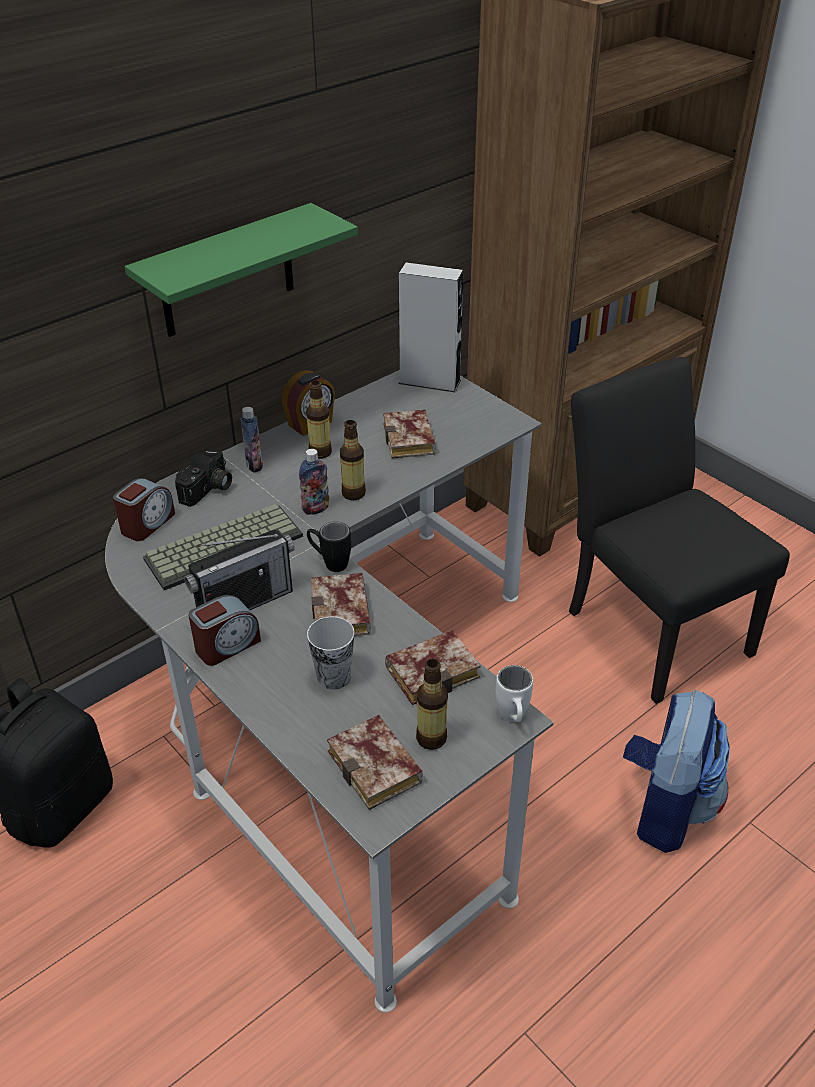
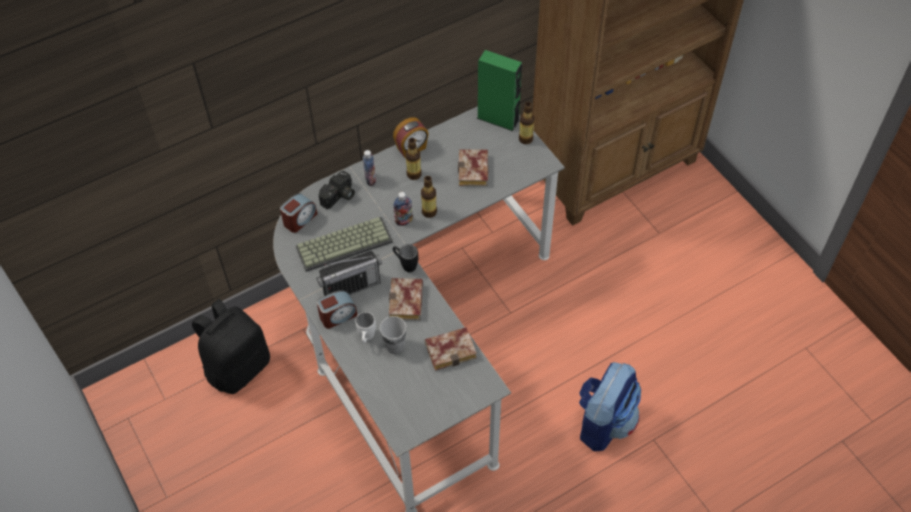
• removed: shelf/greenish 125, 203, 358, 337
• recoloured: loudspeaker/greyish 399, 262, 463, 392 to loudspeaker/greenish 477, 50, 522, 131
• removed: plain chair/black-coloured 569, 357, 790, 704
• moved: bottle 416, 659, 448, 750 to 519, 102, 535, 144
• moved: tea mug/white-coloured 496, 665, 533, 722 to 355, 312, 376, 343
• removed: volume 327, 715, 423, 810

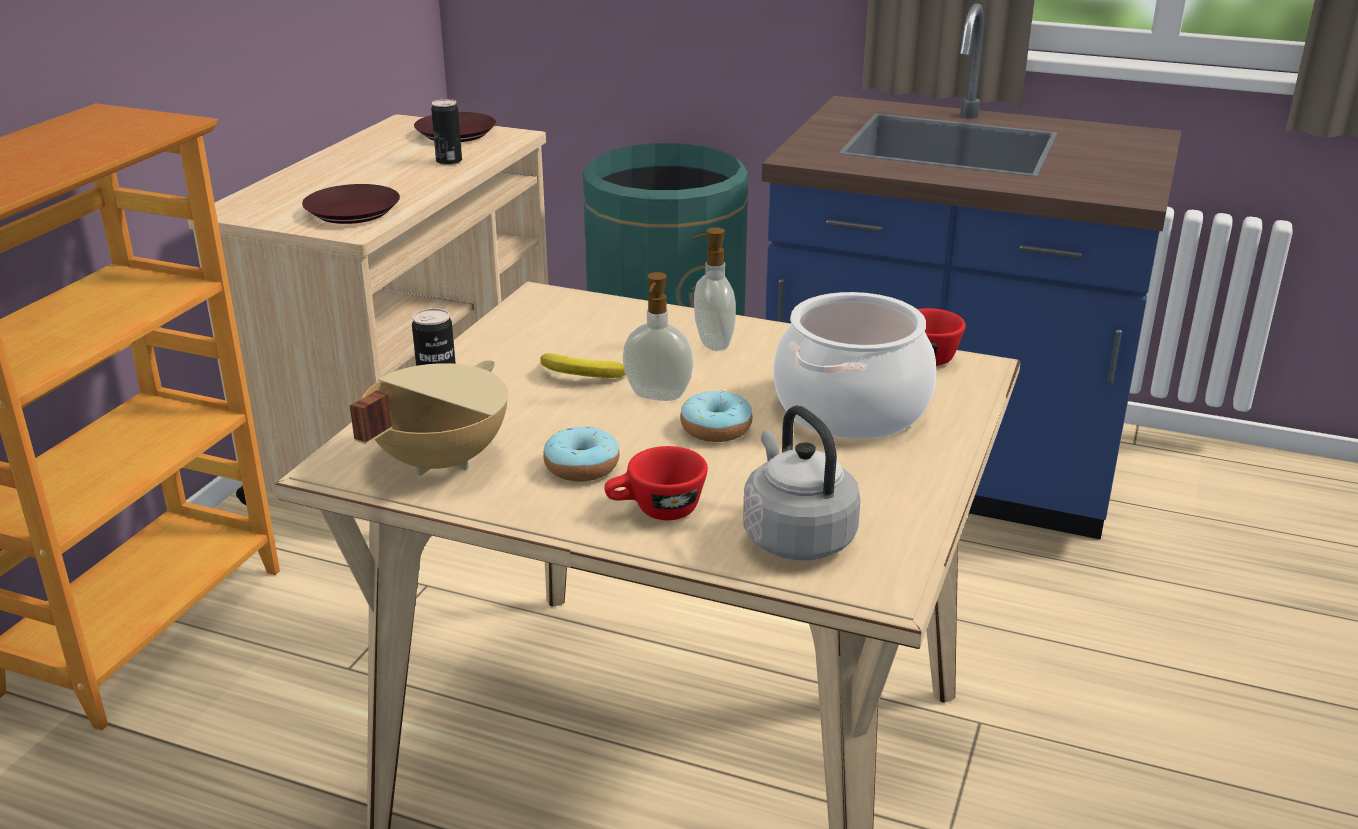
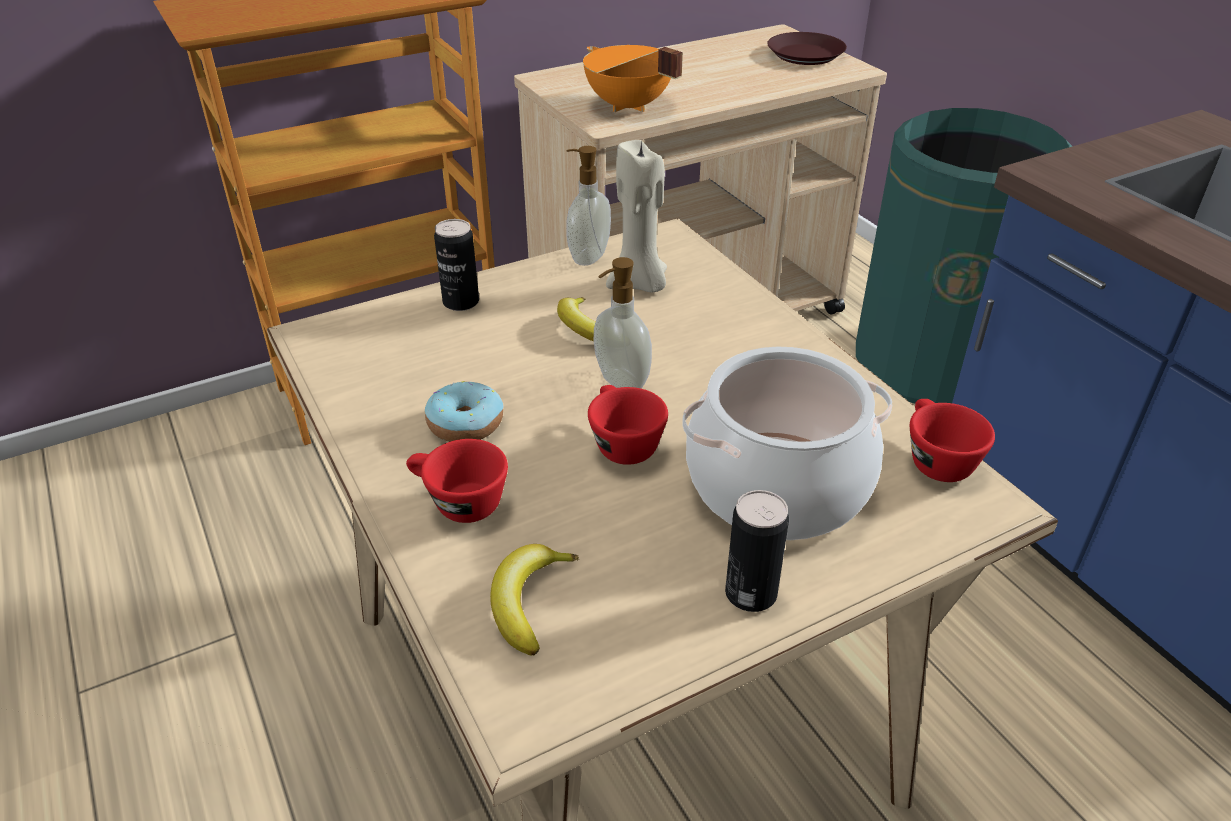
• moved: sealed can 431, 99, 462, 165 to 725, 490, 789, 612
• replaced: flat dish/brown-coloured 302, 184, 400, 224 to stockpot/orangey 583, 45, 683, 112
• moved: soap bottle 693, 227, 736, 351 to 566, 146, 611, 266
• removed: stockpot/sand-coloured 350, 360, 508, 476
• replaced: ring doughnut 680, 390, 752, 442 to drinking cup/reddish 588, 385, 668, 465
• replaced: water kettle/greyish 743, 406, 861, 560 to whole banana 490, 544, 579, 656
• added: candle/sand-coloured 606, 139, 667, 293

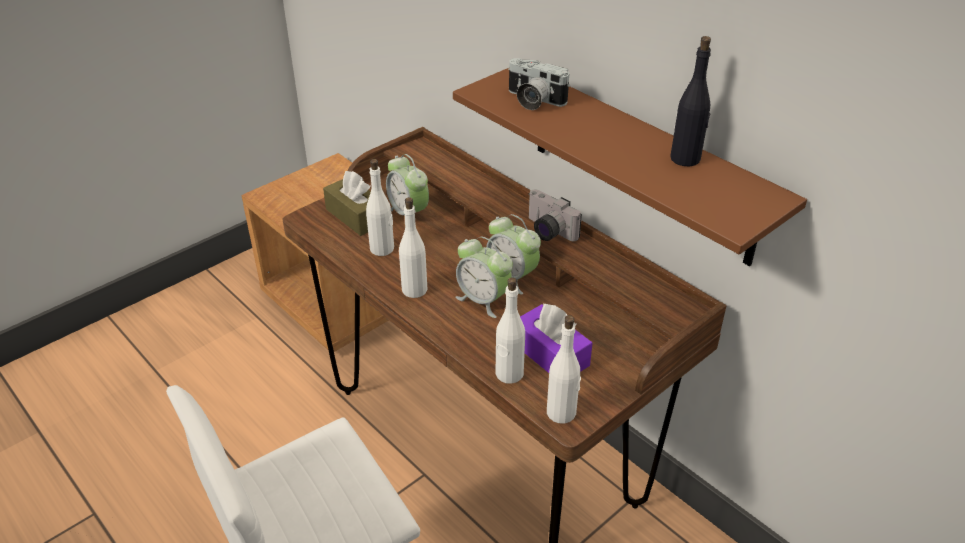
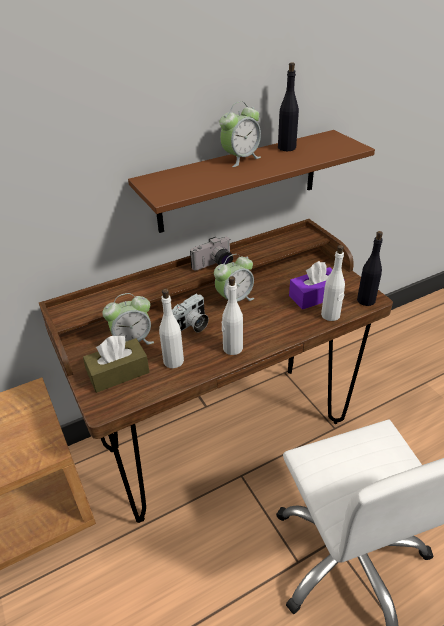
• moved: still camera 508, 58, 570, 110 to 172, 294, 209, 333
• moved: alarm clock 455, 236, 513, 318 to 220, 101, 261, 167
• recoloured: bottle/white-coloured 547, 315, 581, 424 to bottle/black-coloured 357, 231, 383, 306

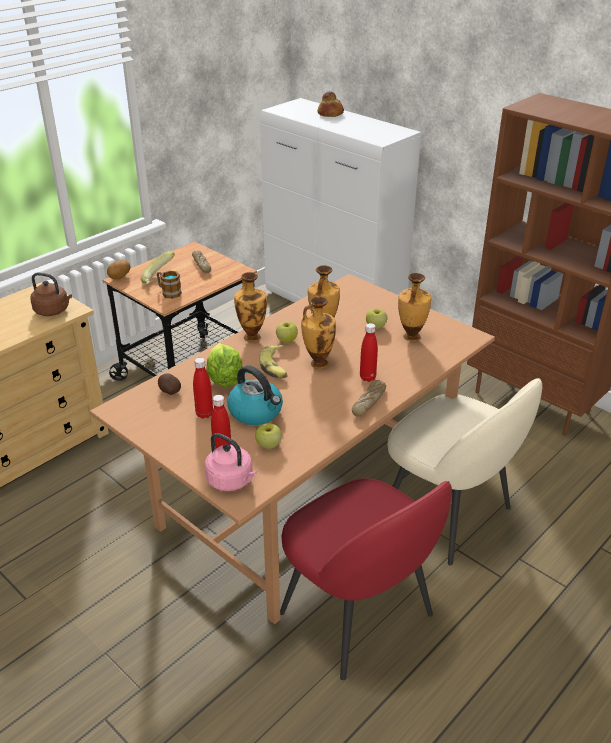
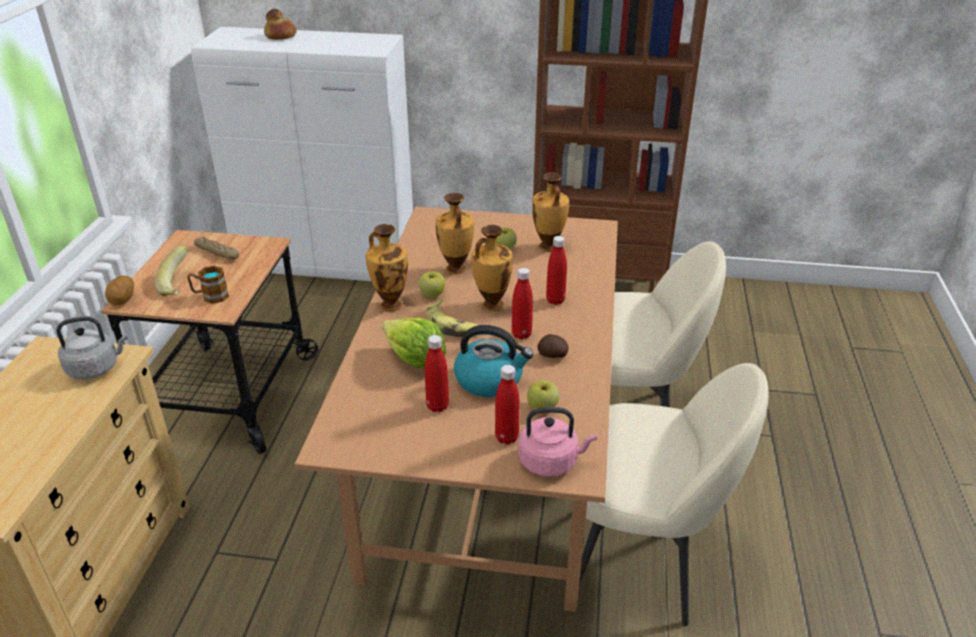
• recoloured: water kettle/brown-coloured 30, 272, 72, 316 to water kettle/greyish 56, 316, 128, 379
• moved: potato 158, 373, 181, 395 to 538, 334, 569, 358
• removed: baked bread 352, 380, 386, 416
• recoloured: plain chair/reddish 280, 478, 452, 680 to plain chair/sand-coloured 579, 363, 769, 626
• added: bottle/reddish 512, 268, 533, 339

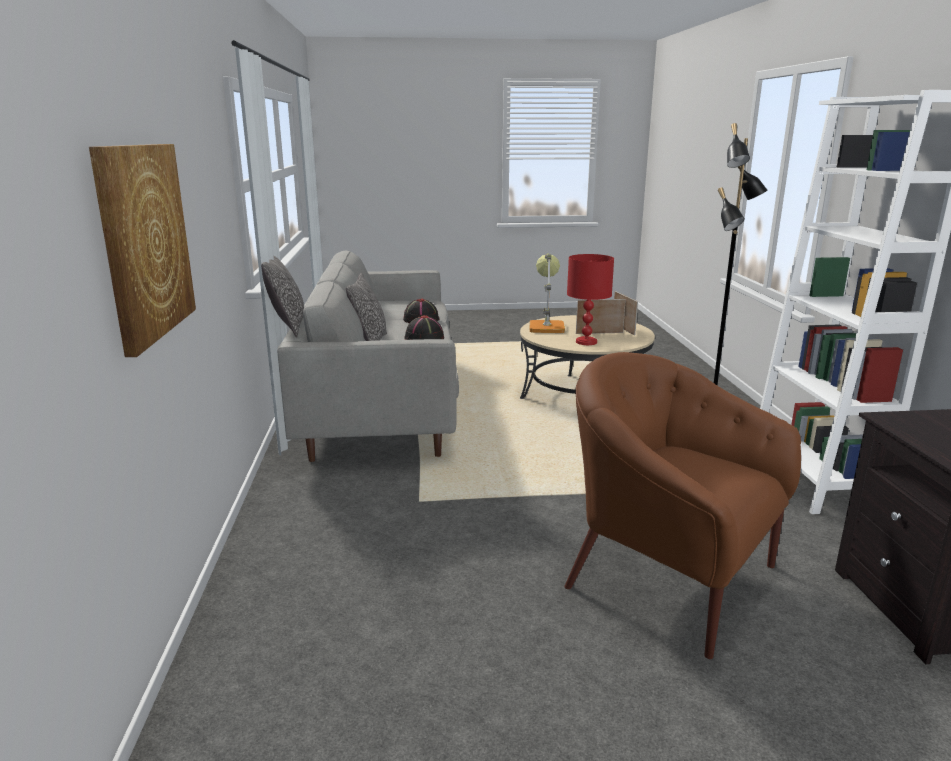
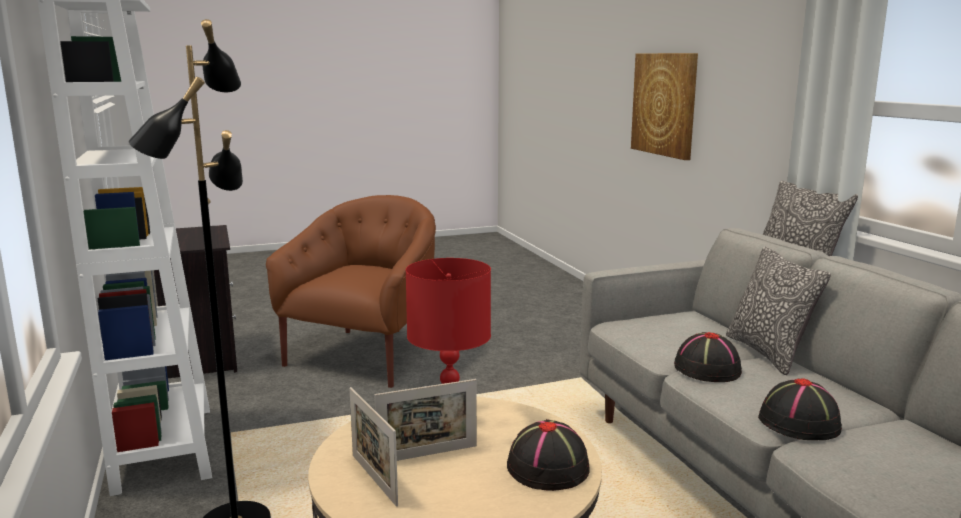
• replaced: lamp for a table 530, 254, 565, 333 to wearable hat/black-coloured 507, 419, 590, 491
• turned: easy chair/brown-coloured 564, 352, 801, 659 = 266, 195, 436, 388 90 degrees counterclockwise

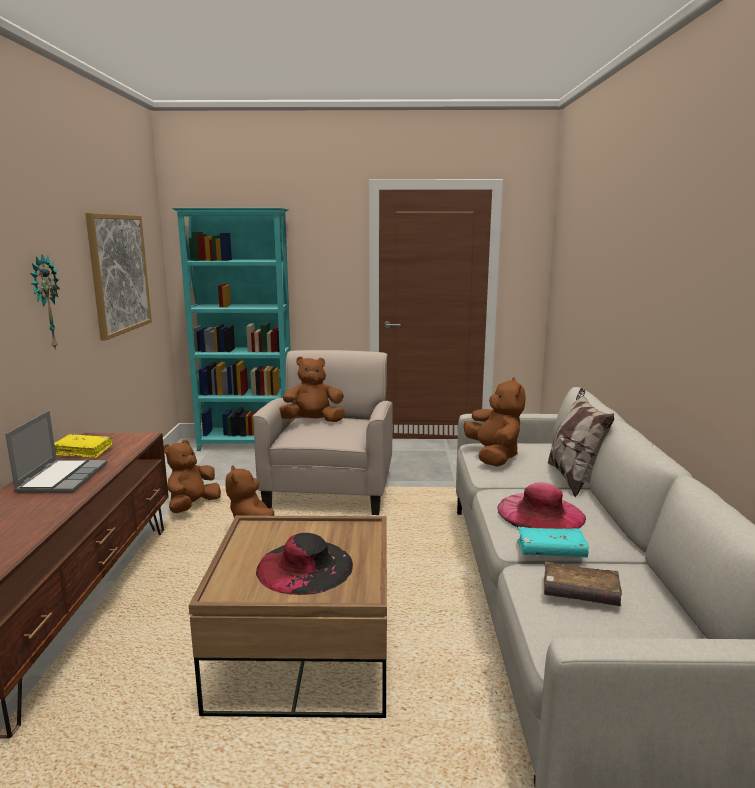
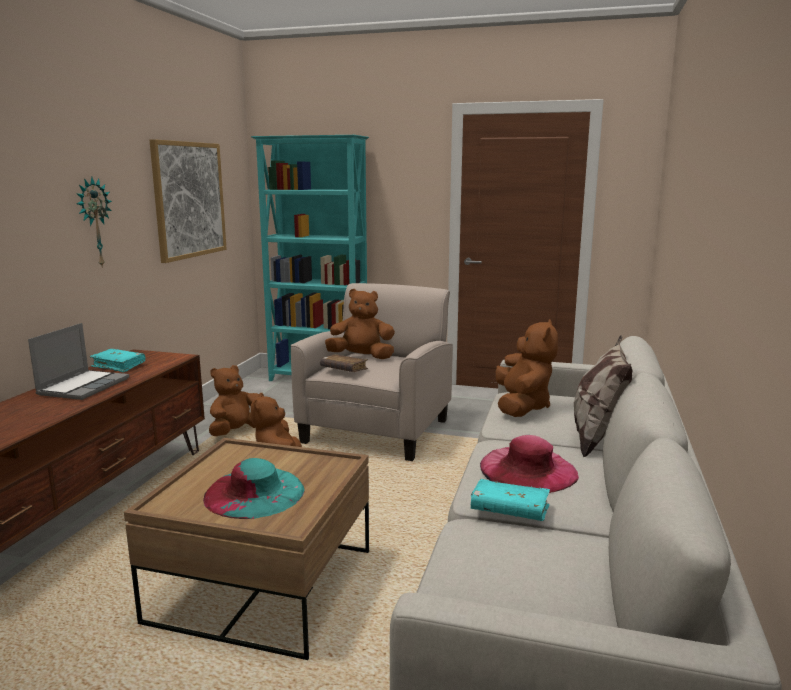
• recoloured: volume/yellow-coloured 54, 434, 112, 459 to volume/turquoise-coloured 90, 349, 145, 372
• recoloured: wearable hat/black-coloured 256, 533, 353, 595 to wearable hat/turquoise-coloured 203, 458, 305, 519
• moved: volume/brown-coloured 544, 562, 622, 606 to 320, 354, 368, 372

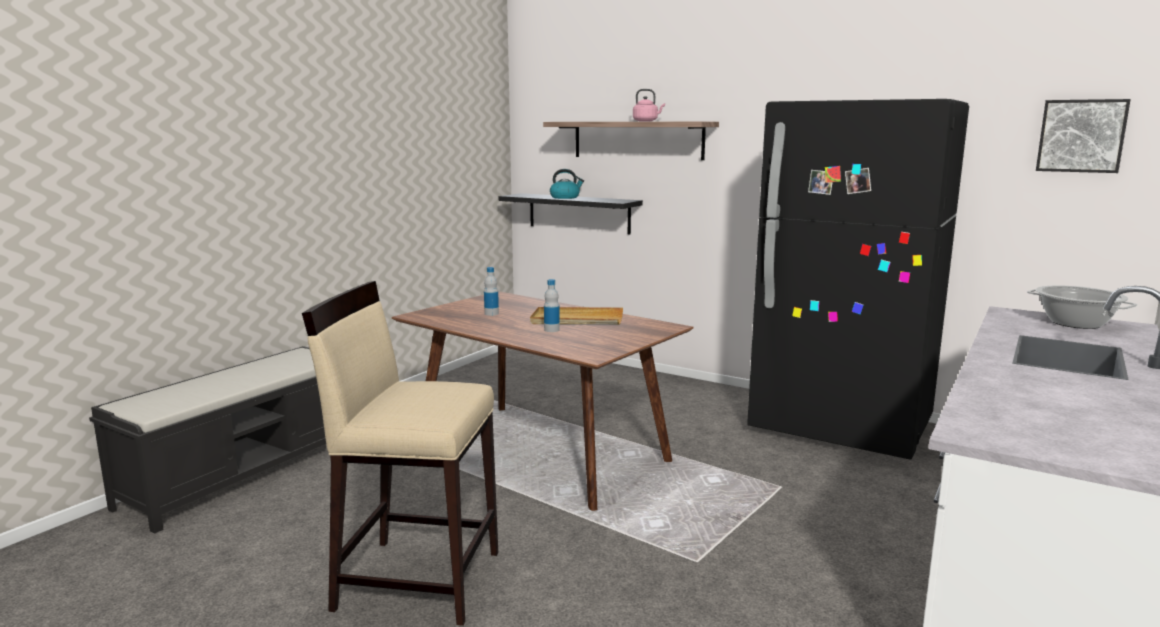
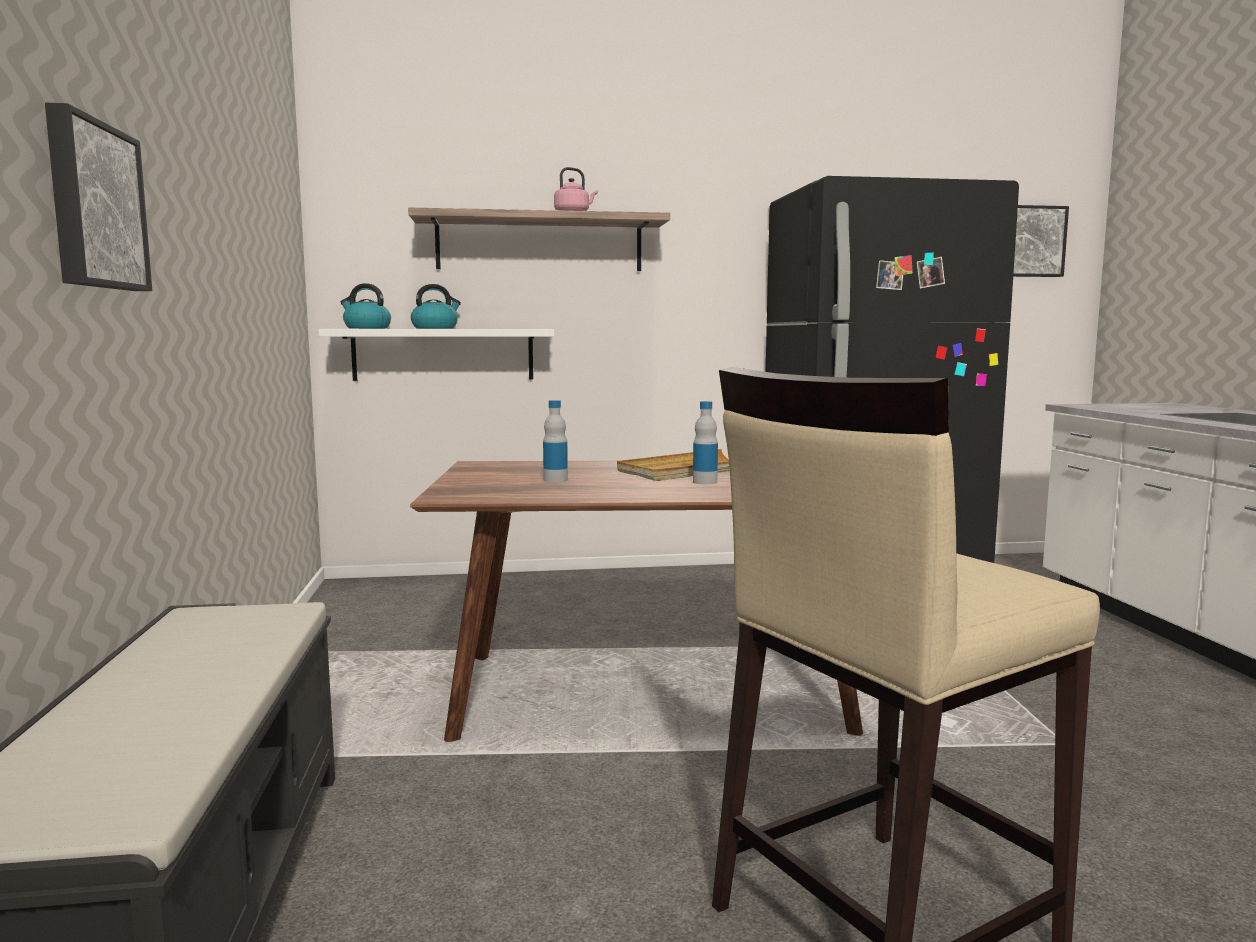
• recoloured: shelf/black-coloured 498, 193, 643, 235 to shelf/white-coloured 318, 329, 554, 381
• removed: stockpot 1027, 285, 1137, 329
• added: picture 45, 103, 152, 291
• added: water kettle 341, 283, 391, 329

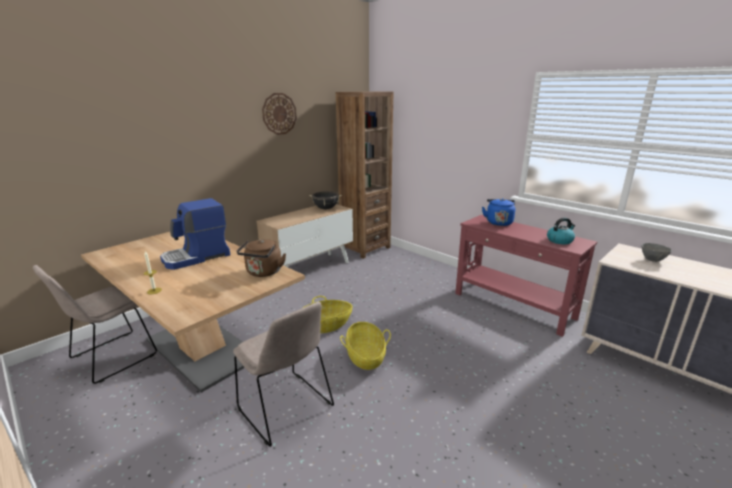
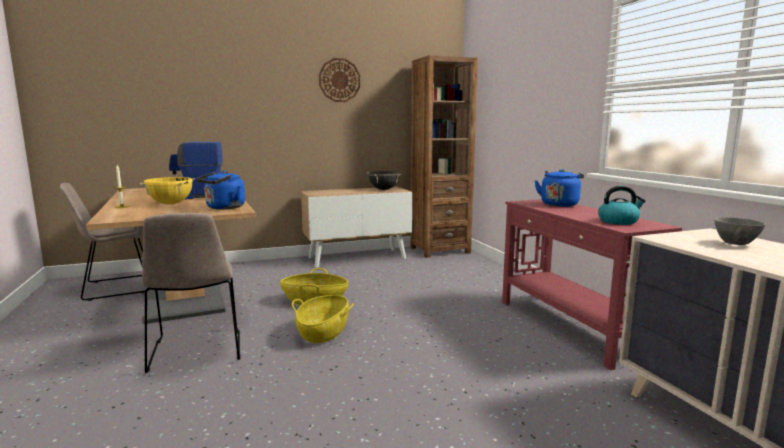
• recoloured: water kettle/brown-coloured 237, 239, 286, 277 to water kettle/blue-coloured 196, 171, 245, 209
• added: stockpot/yellow-coloured 140, 177, 195, 205

